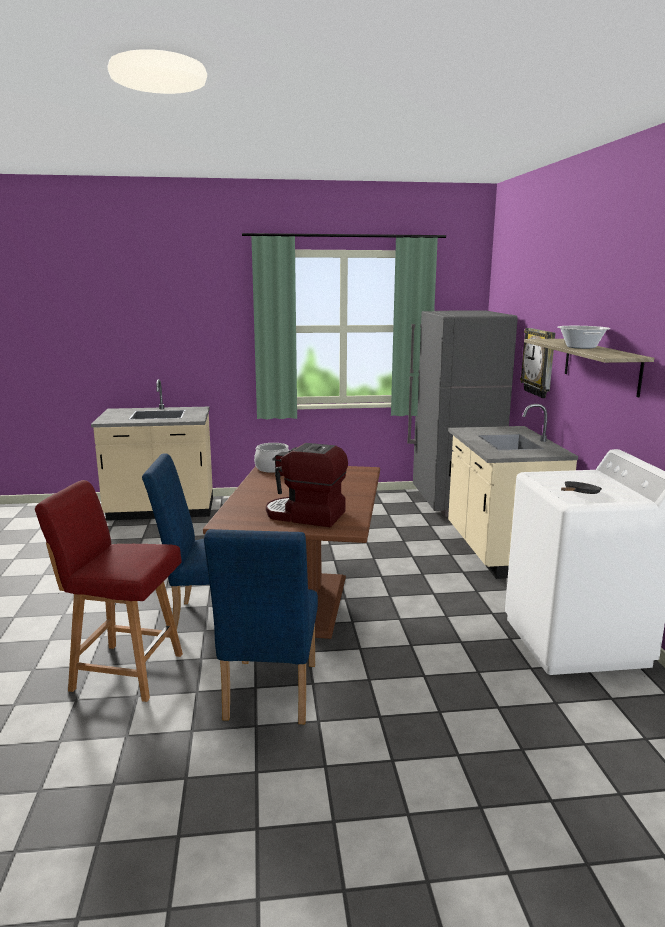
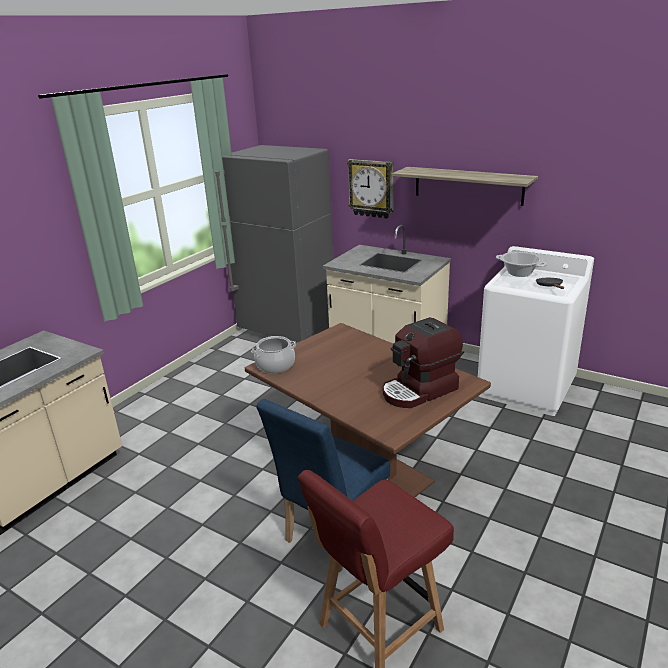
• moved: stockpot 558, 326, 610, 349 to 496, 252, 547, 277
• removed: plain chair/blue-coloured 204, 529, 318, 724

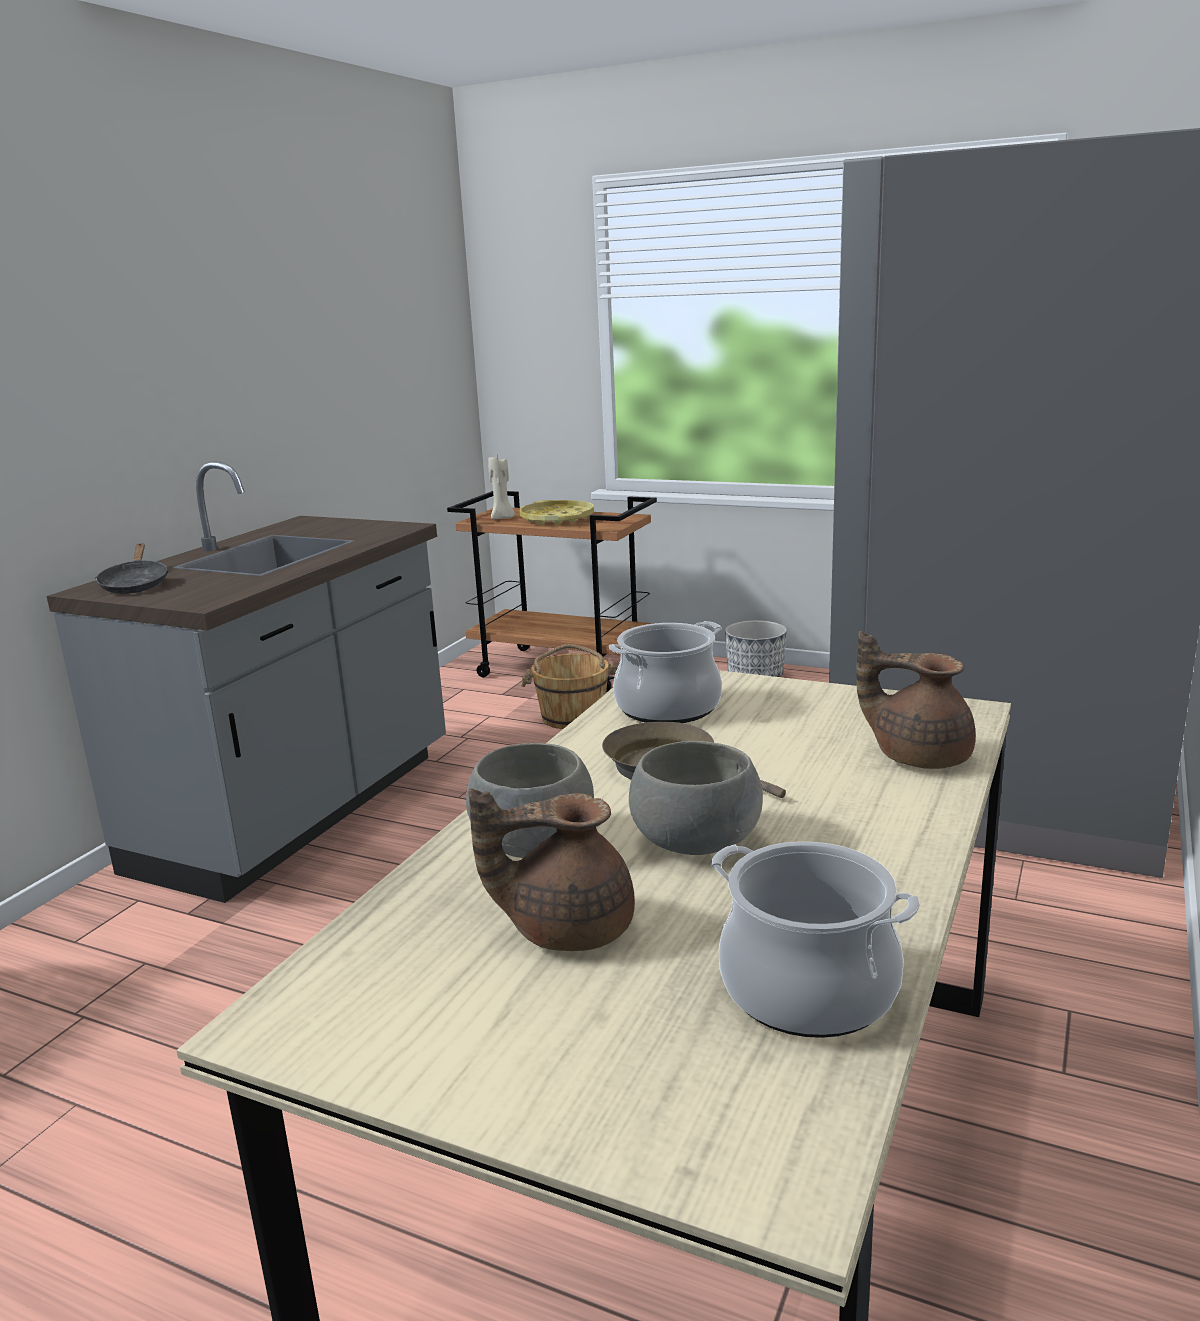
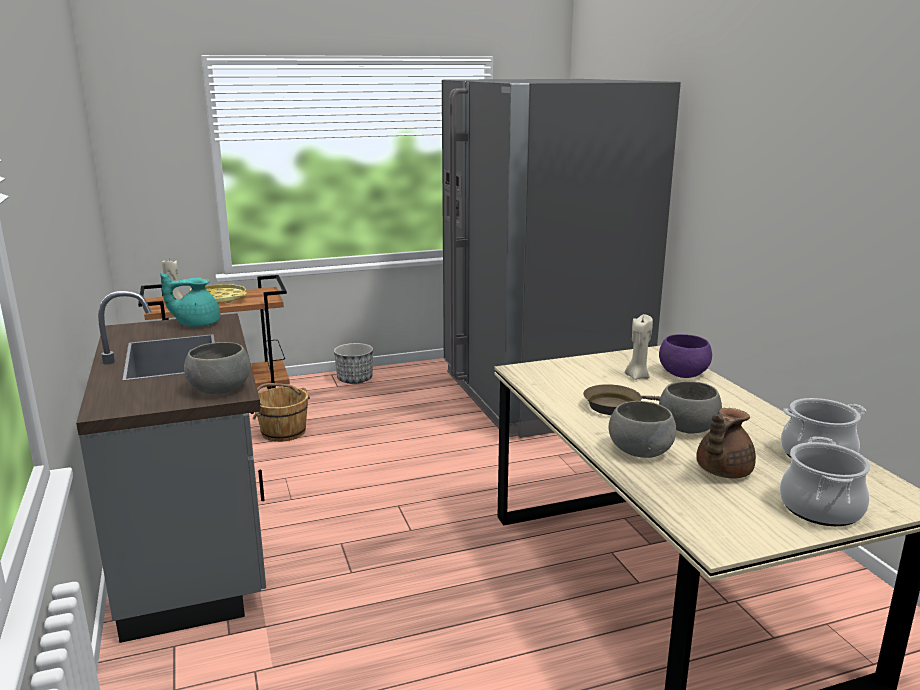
• removed: skillet/black-coloured 95, 543, 168, 594
• moved: stockpot 609, 621, 722, 723 to 780, 437, 871, 526
• replaced: tea pot/brown-coloured 856, 631, 976, 769 to bowl/purple-coloured 659, 334, 712, 378
• added: tea pot/turquoise-coloured 160, 273, 220, 327
• added: candle/sand-coloured 625, 314, 653, 380
• added: bowl/greyish 184, 342, 250, 394

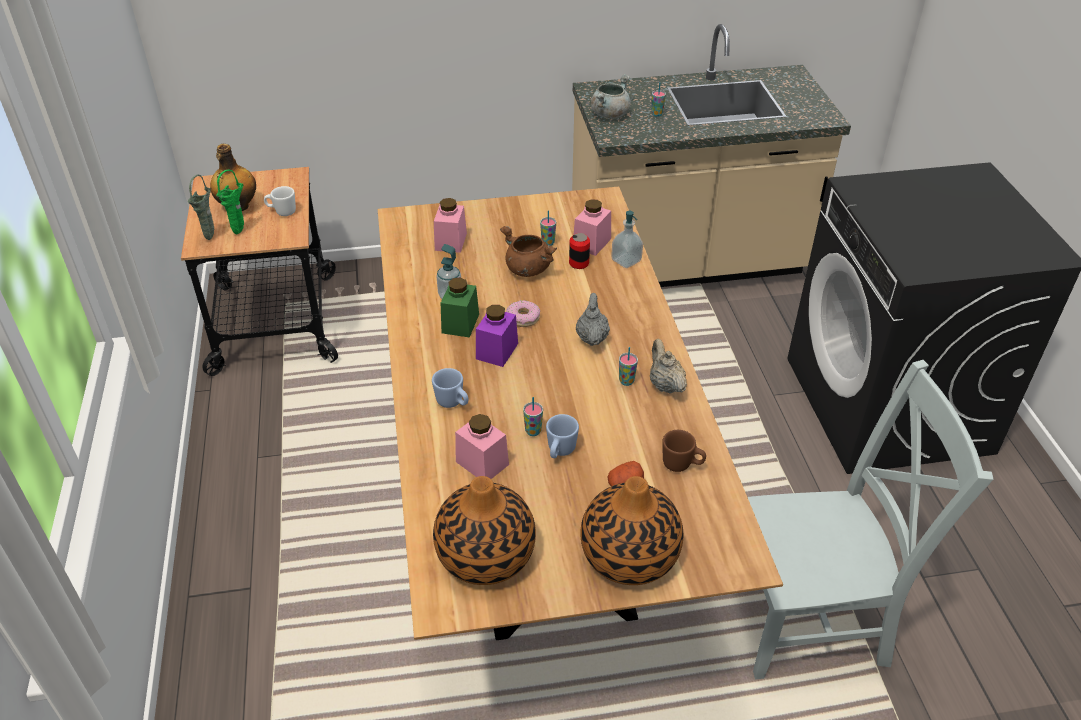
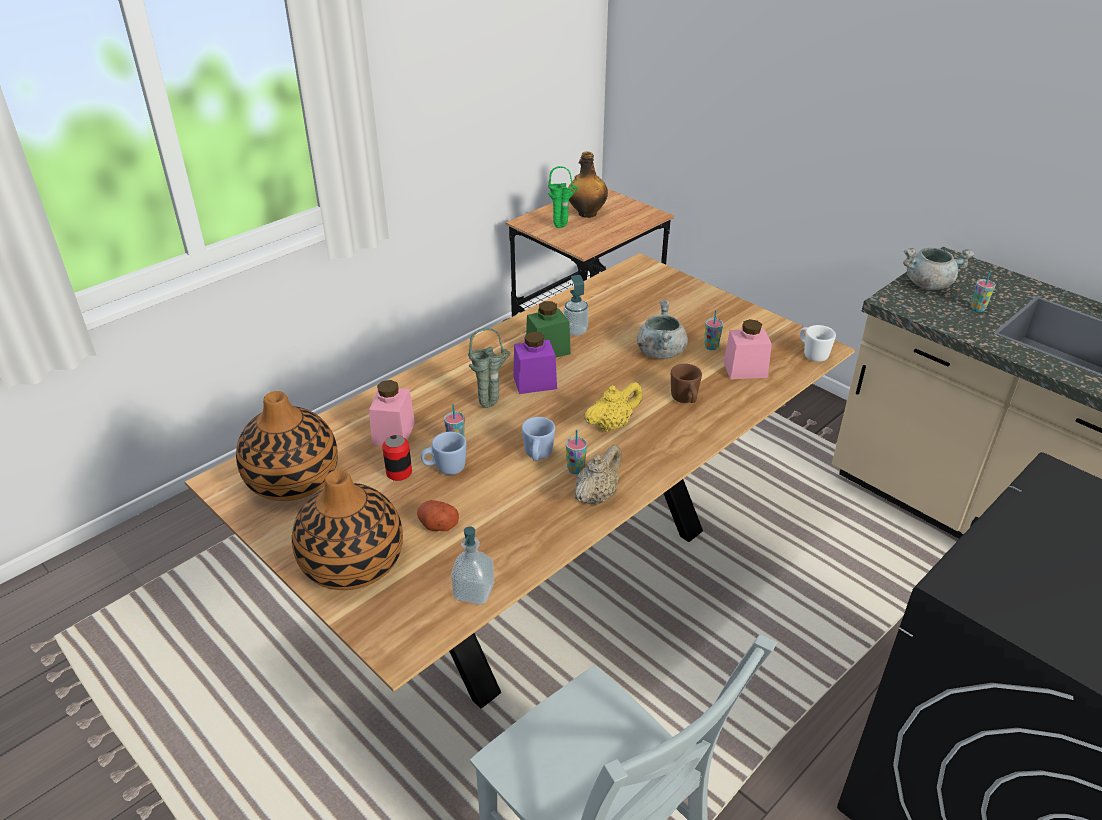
• moved: flower vase/greenish 188, 174, 214, 240 to 468, 328, 511, 408
• moved: tea mug/white-coloured 264, 186, 296, 216 to 800, 325, 836, 362
• removed: preserve jar/pink 434, 198, 467, 253
• moved: soap bottle 611, 211, 643, 268 to 451, 527, 494, 605
• recoloured: stockpot/brown-coloured 500, 226, 557, 277 to stockpot/greyish 637, 300, 688, 359
• moved: sealed can 569, 233, 590, 269 to 382, 435, 412, 481
• recoloured: tea pot/greyish 576, 293, 610, 346 to tea pot/yellow-coloured 584, 382, 643, 432
• removed: ring doughnut 506, 300, 540, 327
• moved: tea mug/blue-coloured 432, 368, 469, 408 to 522, 417, 555, 461
• moved: tea mug/brown-coloured 662, 430, 706, 472 to 671, 364, 702, 403

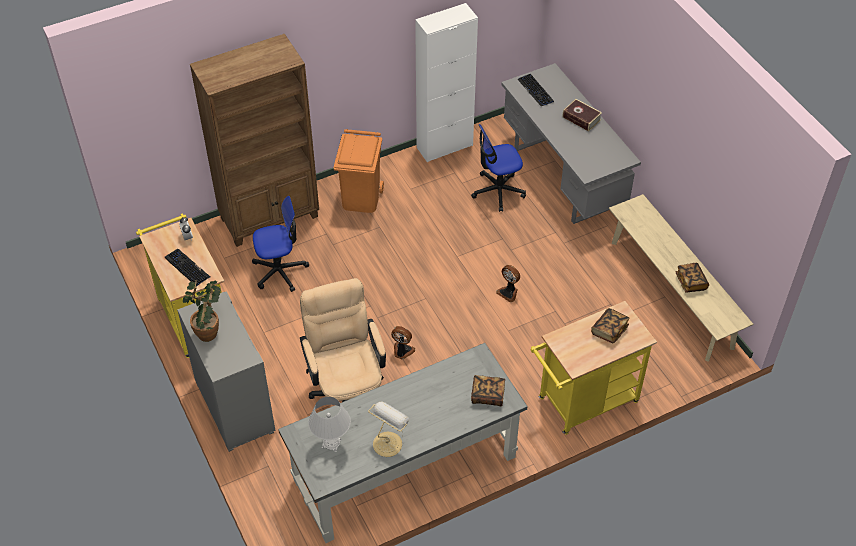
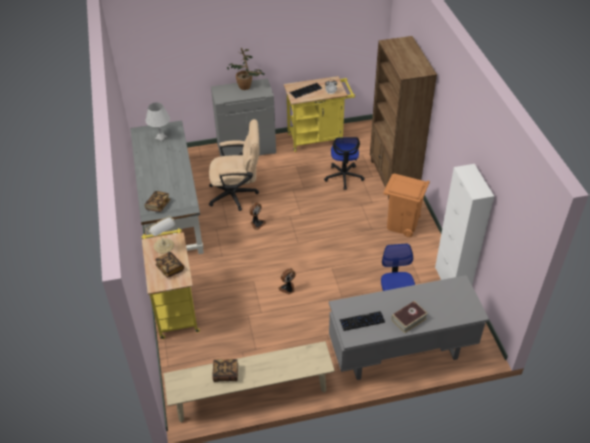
• moved: keyboard 517, 74, 554, 106 to 340, 311, 385, 331
• moved: lamp for a table 368, 402, 409, 457 to 146, 216, 175, 253

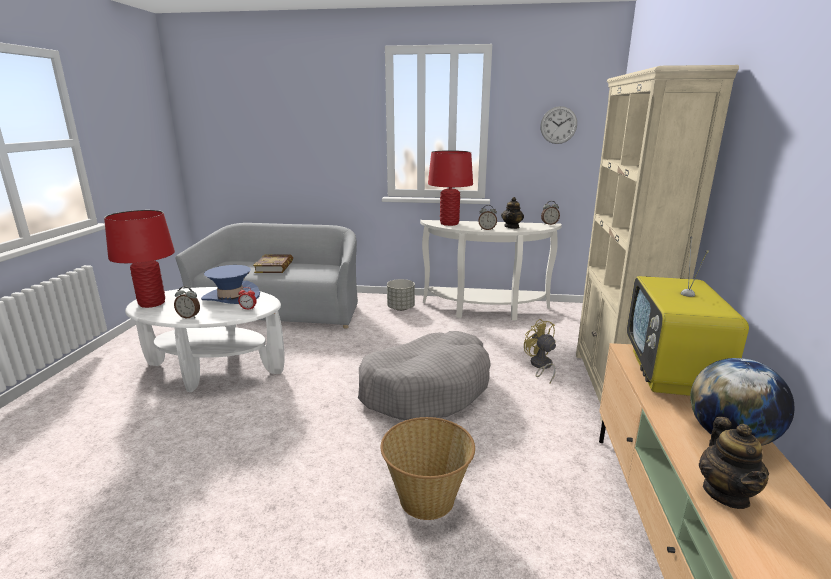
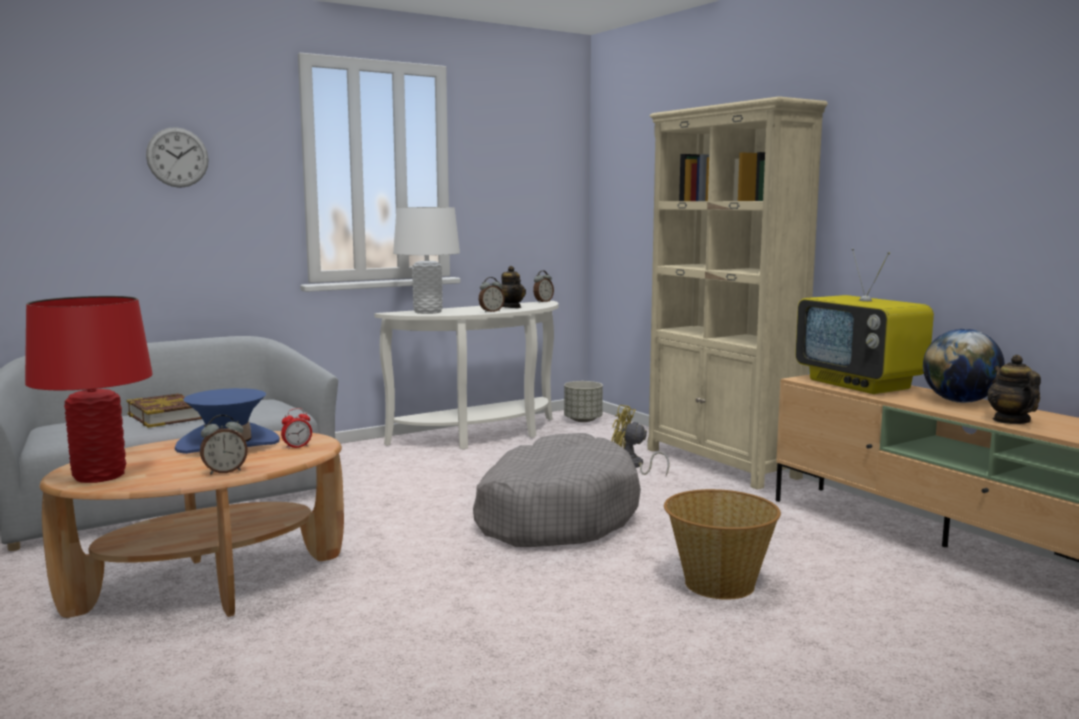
• moved: hanging clock 540, 106, 577, 144 to 146, 127, 209, 188
• recoloured: lamp for a table/reddish 428, 150, 473, 226 to lamp for a table/white-coloured 393, 207, 460, 314
• moved: flower pot/greyish 387, 279, 415, 311 to 564, 381, 603, 422
• recoloured: coffee table/white-coloured 125, 287, 285, 392 to coffee table/brown-coloured 40, 431, 344, 618
• turned: tea pot 699, 417, 769, 509 = 988, 355, 1041, 424 150 degrees counterclockwise

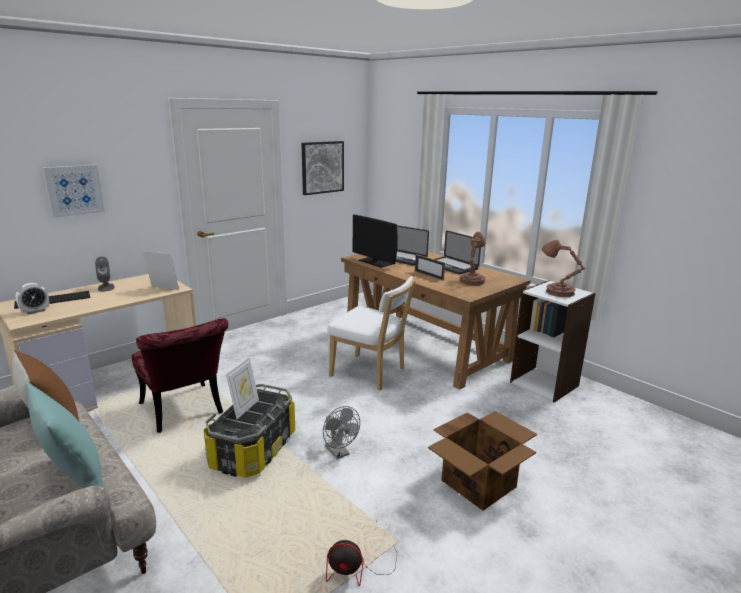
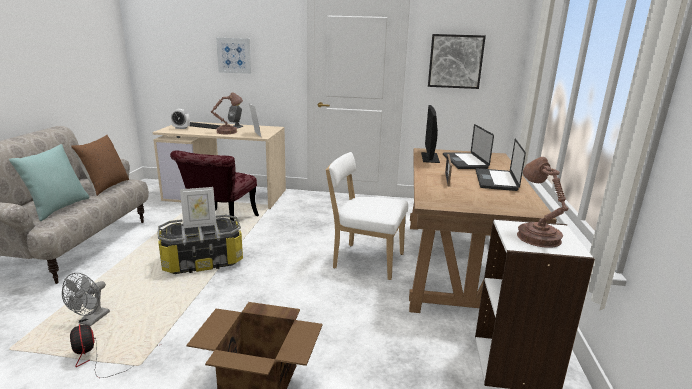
• moved: lamp for a table/brown-coloured 459, 232, 486, 286 to 211, 92, 243, 134
• turned: plain chair/white-coloured 327, 276, 416, 391 = 326, 152, 408, 280 120 degrees clockwise
• moved: cooling fan/greyish 323, 406, 360, 459 to 62, 273, 110, 326

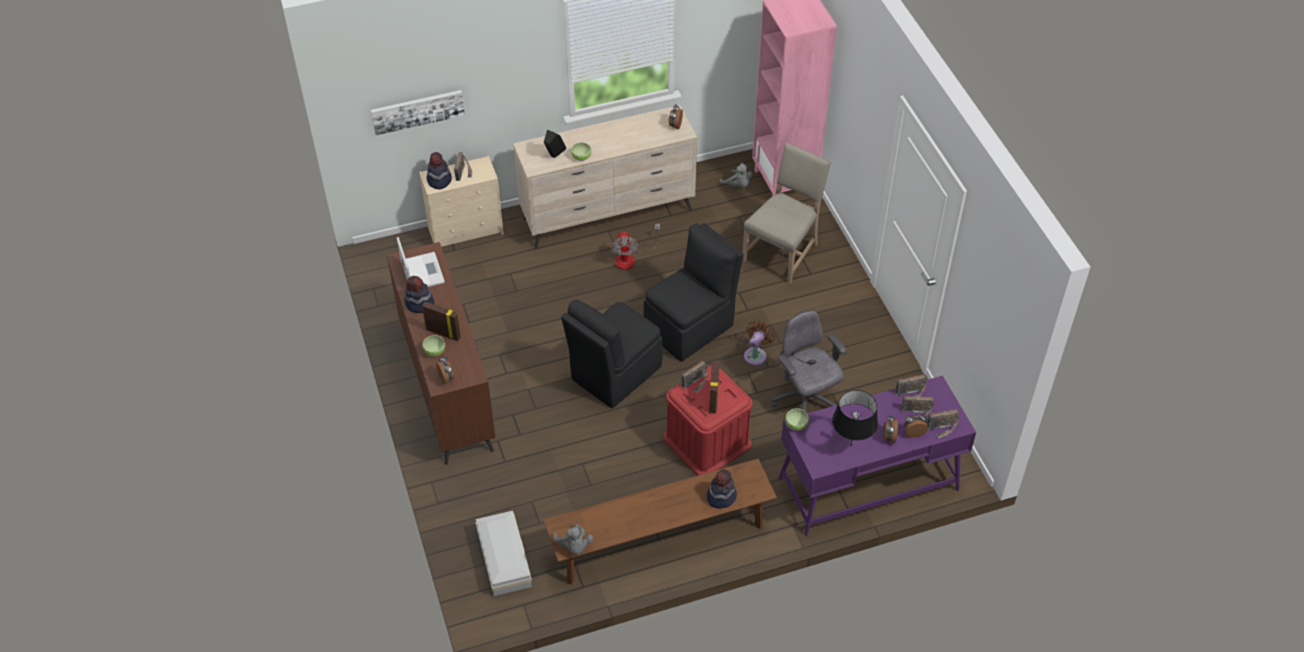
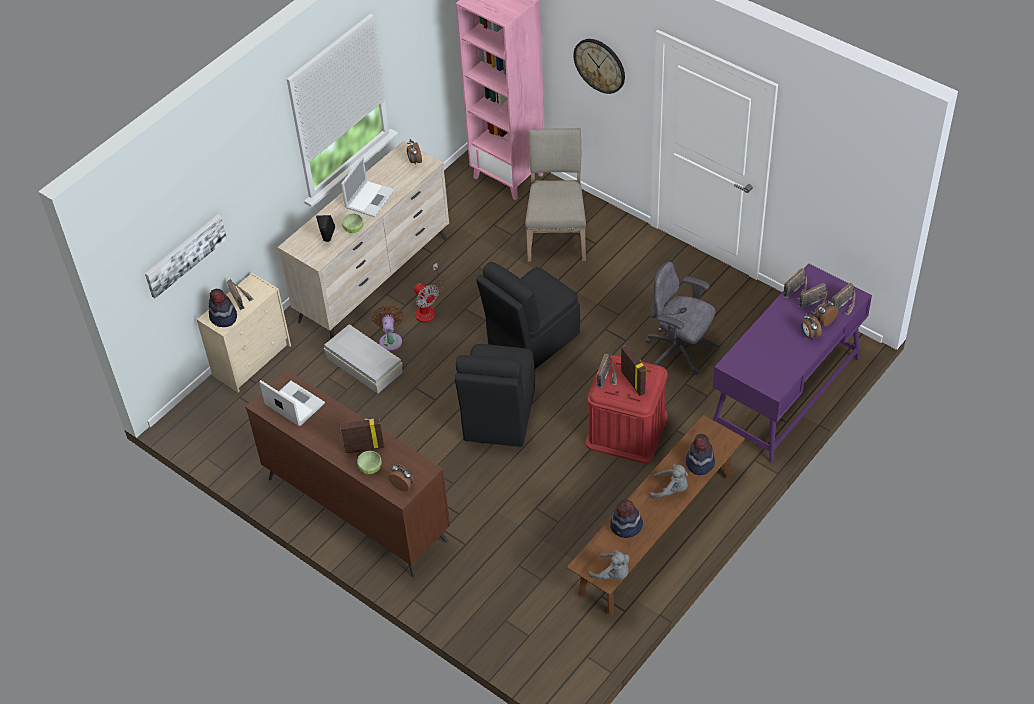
• moved: plush toy/greyish 719, 163, 752, 188 to 650, 464, 688, 498
• turned: plain chair/black-coloured 644, 223, 744, 361 = 476, 262, 580, 369 150 degrees counterclockwise
• moved: wearable hat 404, 276, 434, 313 to 610, 500, 643, 538
• moved: cooling fan/brown-coloured 744, 320, 775, 365 to 372, 305, 403, 351
• removed: lamp for a table/black-coloured 832, 390, 878, 445
• removed: bowl/greenish 785, 408, 809, 430
• moved: storage box/white-coloured 475, 511, 532, 596 to 324, 324, 403, 394
• added: hanging clock 573, 39, 625, 94
• added: laptop 341, 156, 395, 217

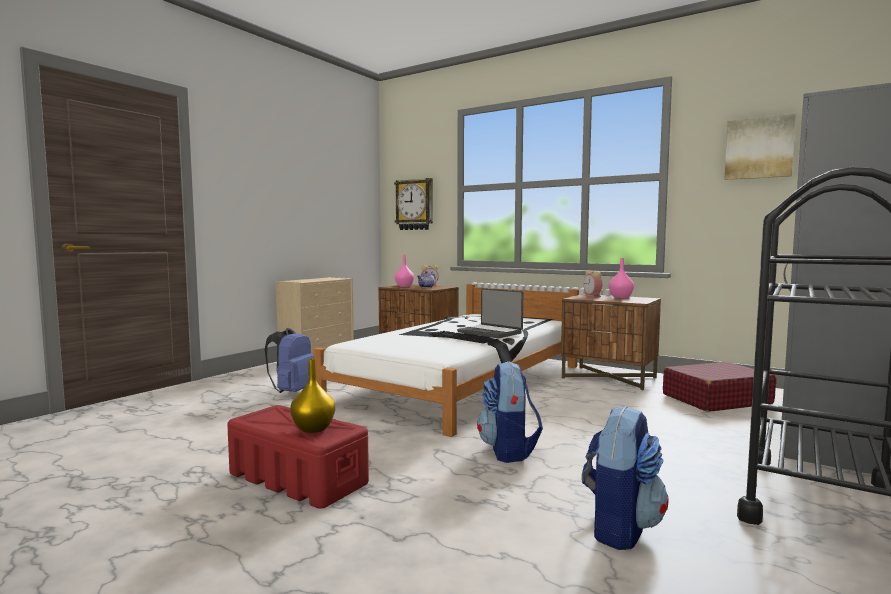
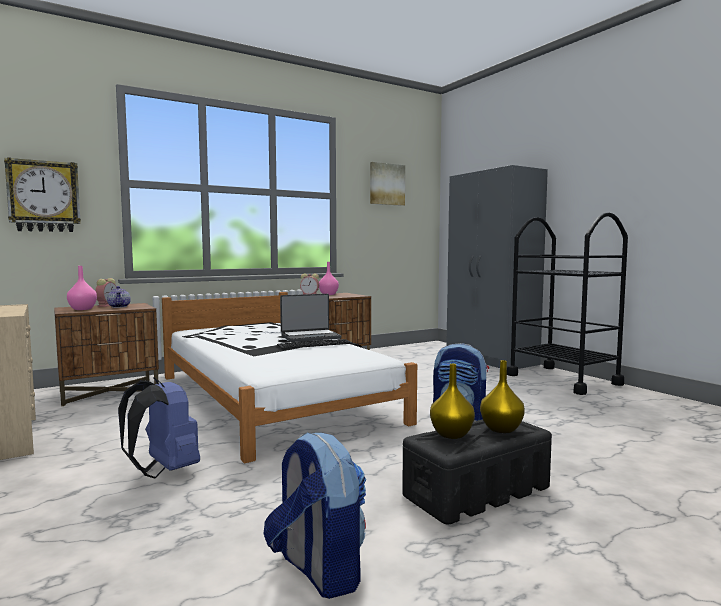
• removed: travel case/reddish 663, 362, 776, 412
• recoloured: storage box/reddish 227, 405, 369, 509 to storage box/black-coloured 402, 419, 552, 524
• moved: backpack 582, 405, 669, 550 to 264, 432, 366, 599
• added: flower vase/yellow-coloured 430, 364, 475, 439

